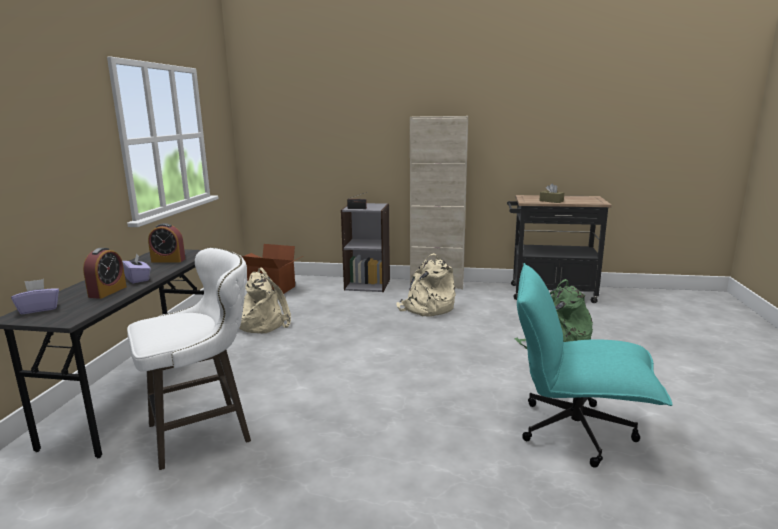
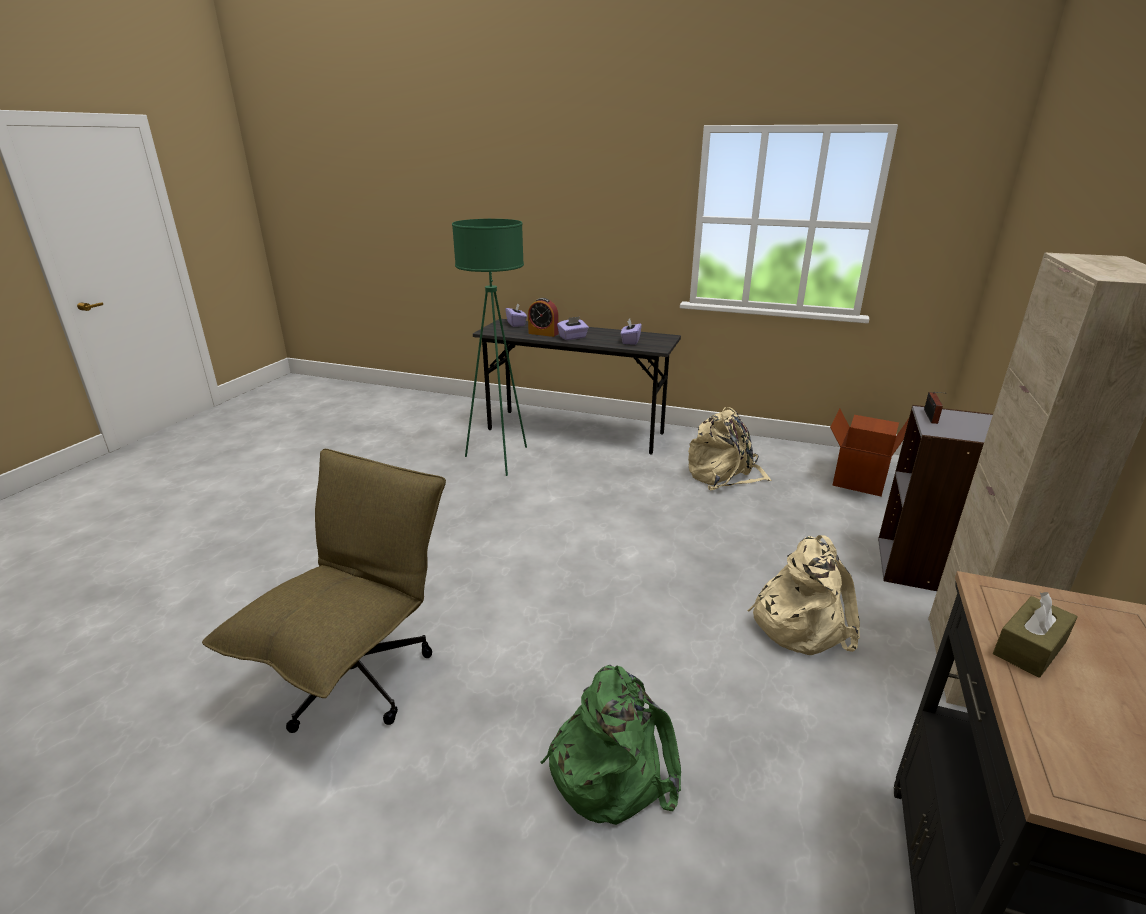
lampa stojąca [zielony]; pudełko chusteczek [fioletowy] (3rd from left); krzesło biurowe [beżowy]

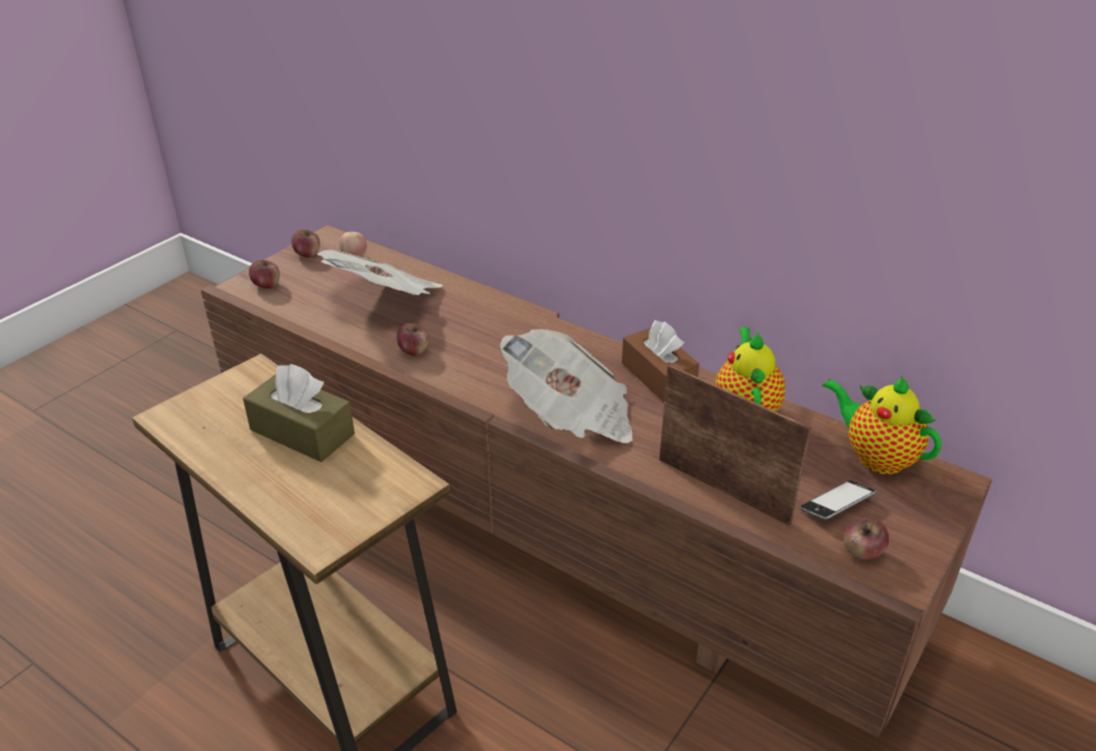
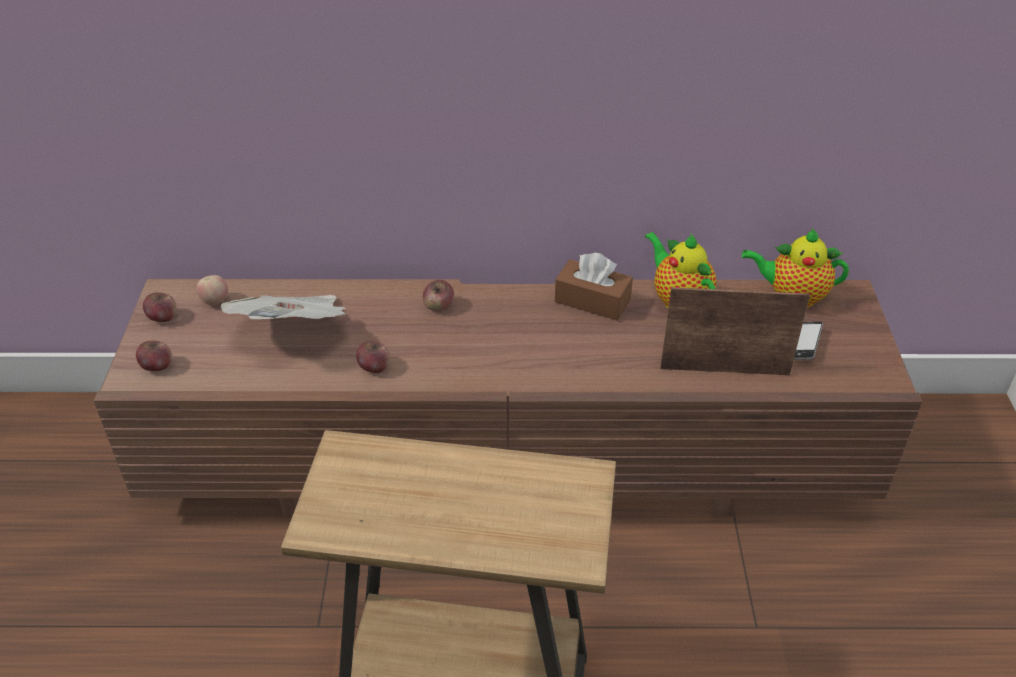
pudełko chusteczek [brązowy] (1st from left in the first image); gazeta (2nd from left in the first image); jabłko (5th from left)

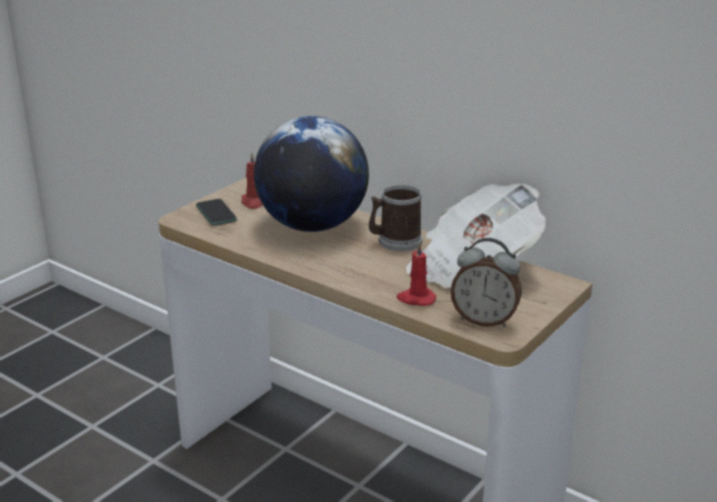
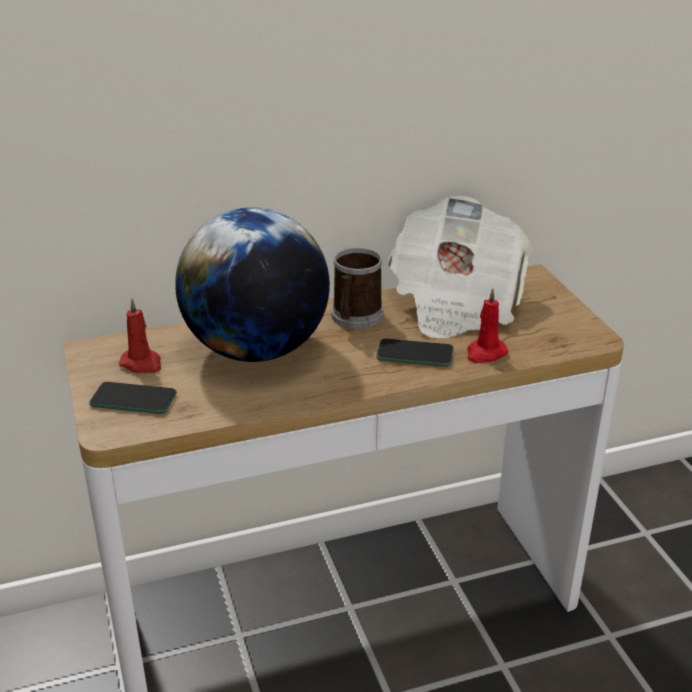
budzik; telefon (2nd from left)

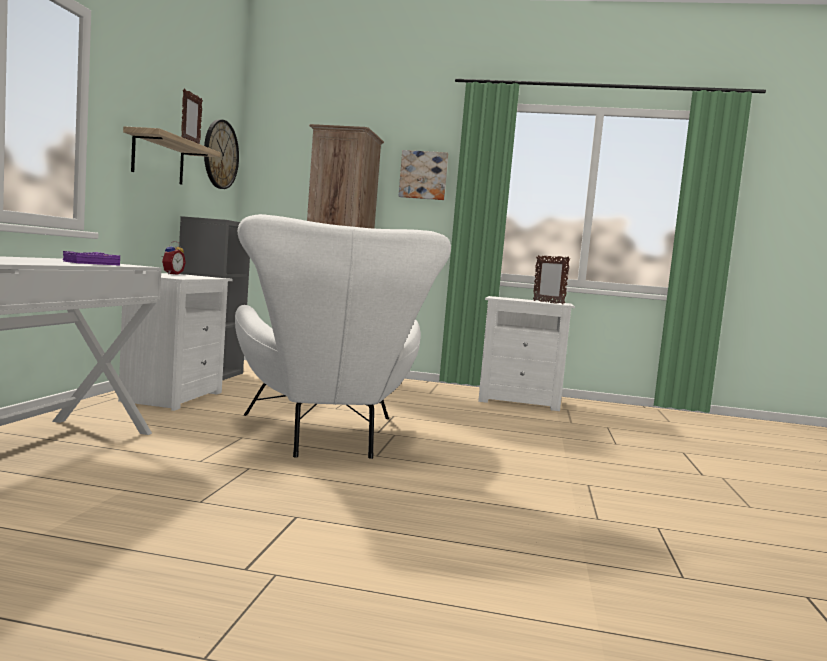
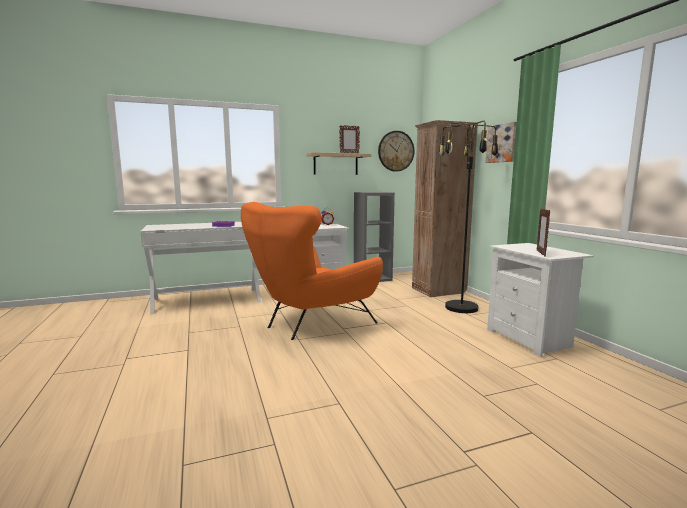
fotel [pomarańczowy]; lampa stojąca

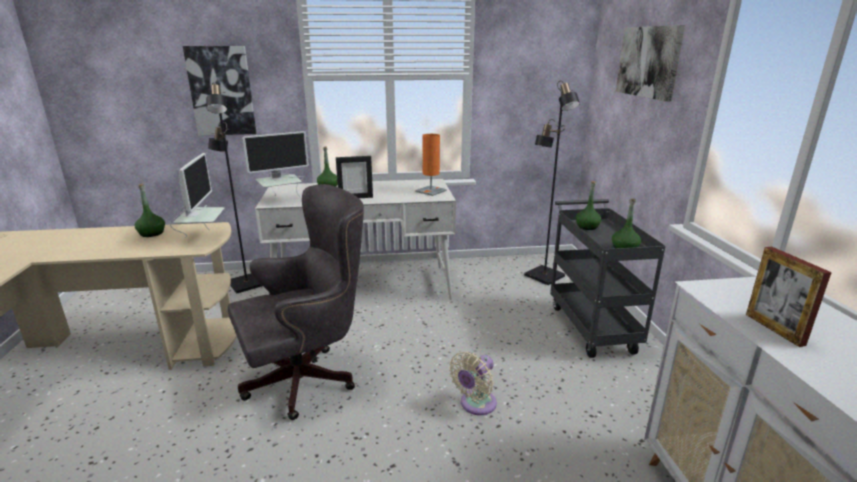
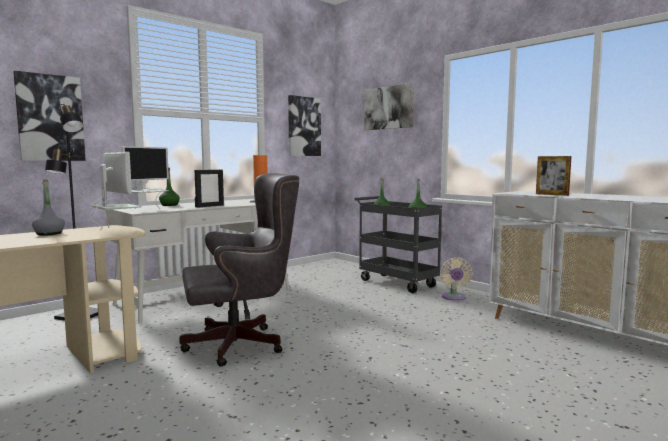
butelka [szary]; krzesło biurowe [szary]; wentylator [beżowy]; lampa stojąca [czarny] (2nd from left in the first image); obraz (2nd from left)

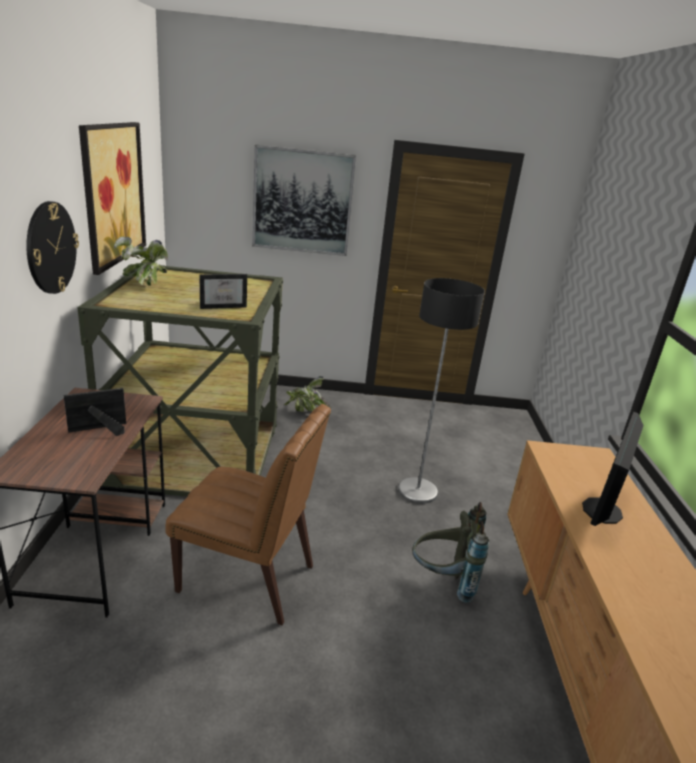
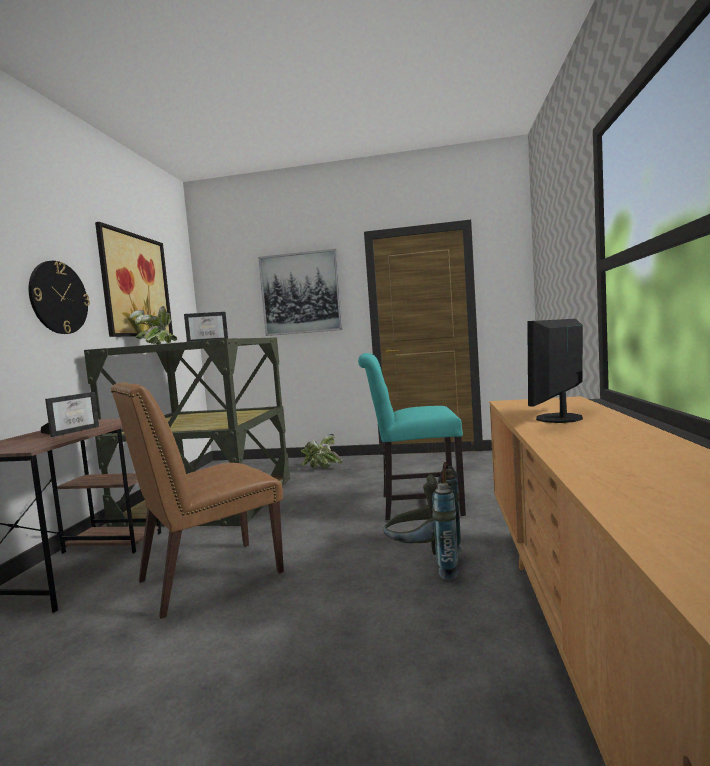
ramka na zdjęcie (1st from left); krzesło [brązowy]; krzesło [turkusowy]

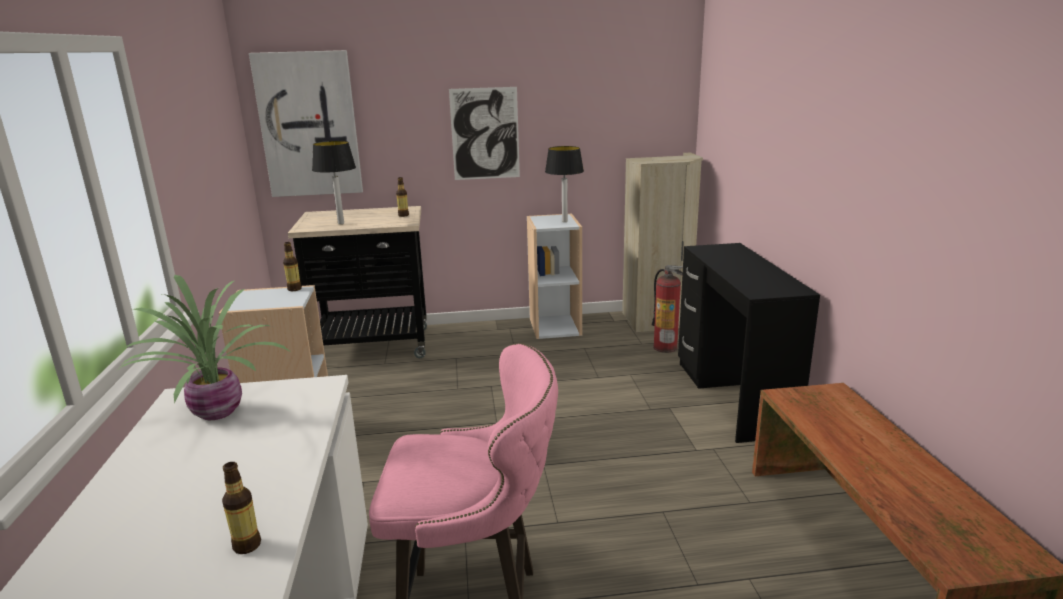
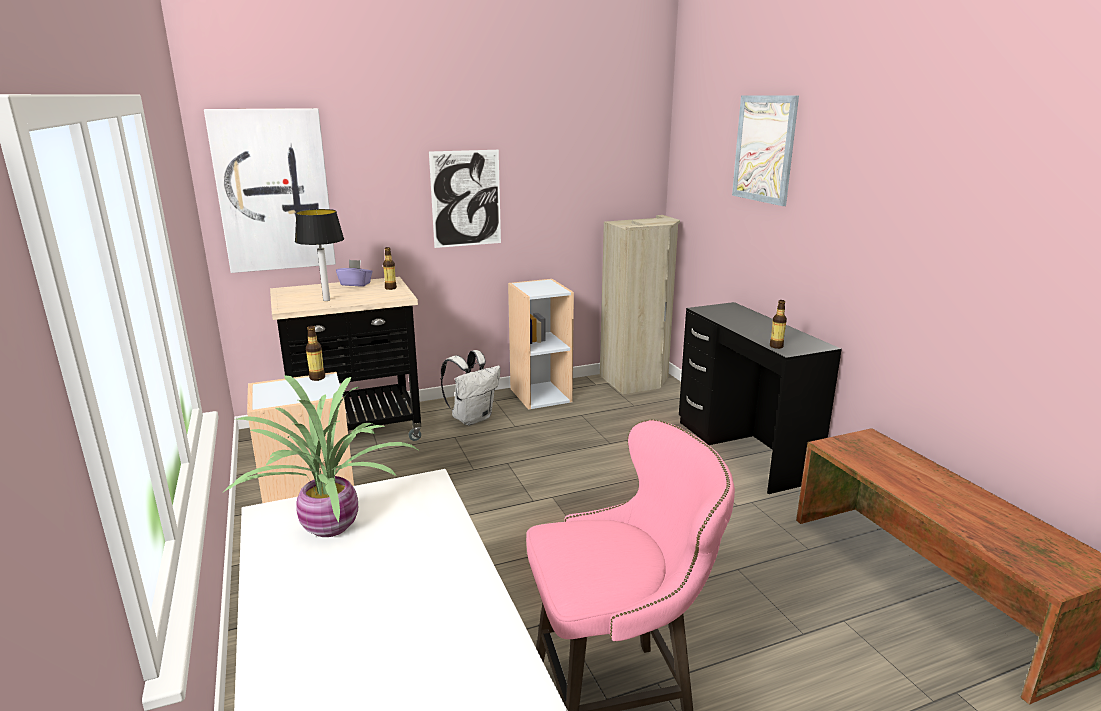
butelka (3rd from left); lampa stołowa (2nd from left in the first image); gaśnica; pudełko chusteczek [fioletowy]; plecak [biały]; obraz (3rd from left)

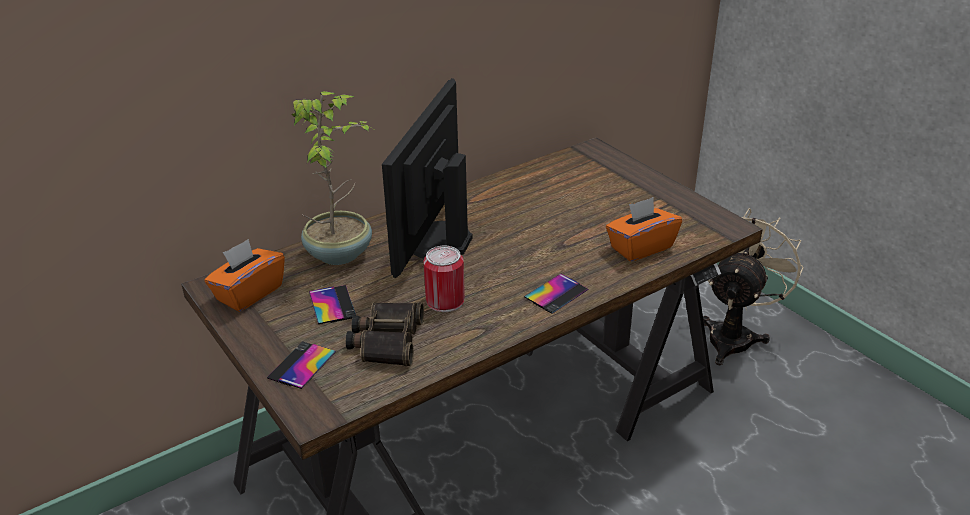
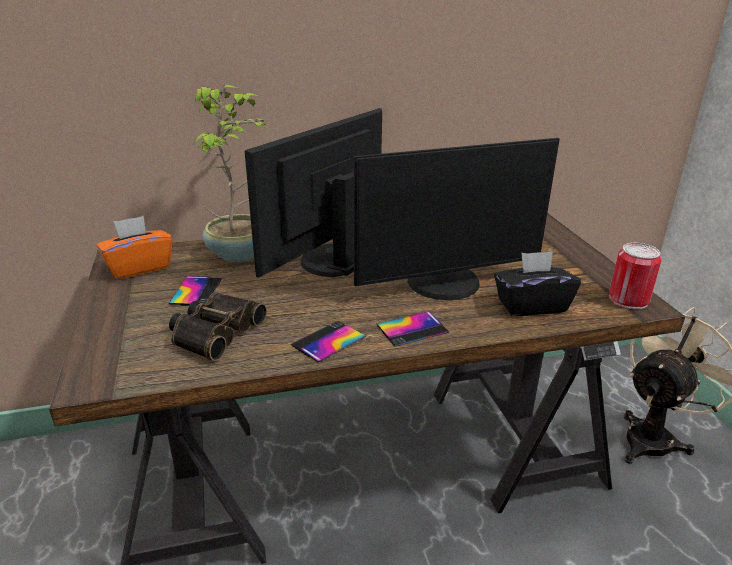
telefon (2nd from left); puszka; pudełko chusteczek [czarny]; monitor (2nd from left)

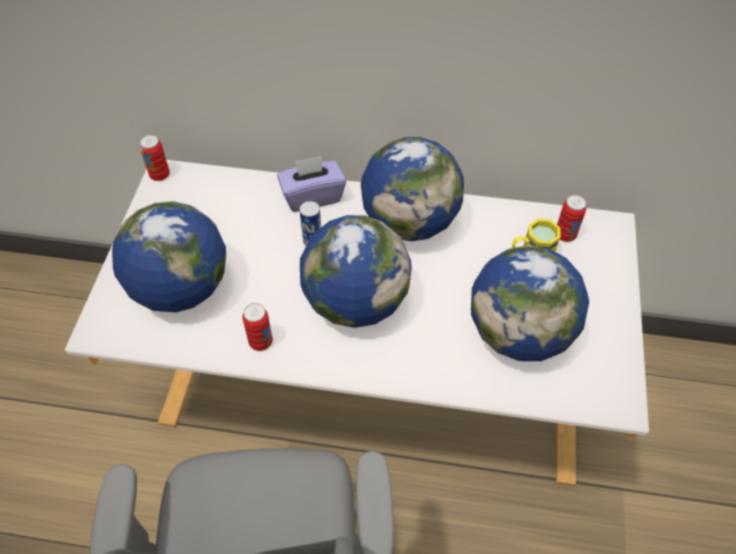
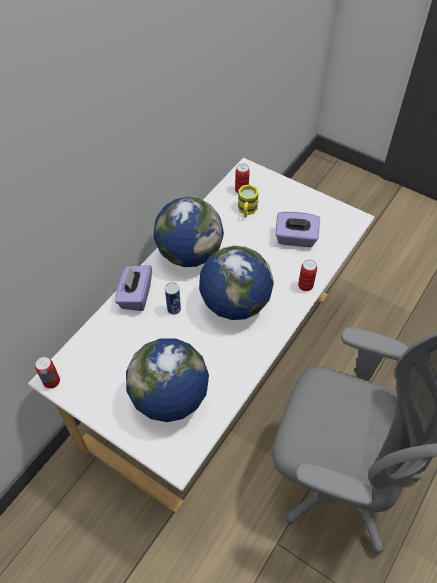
puszka (4th from left); pudełko chusteczek [fioletowy] (2nd from left)

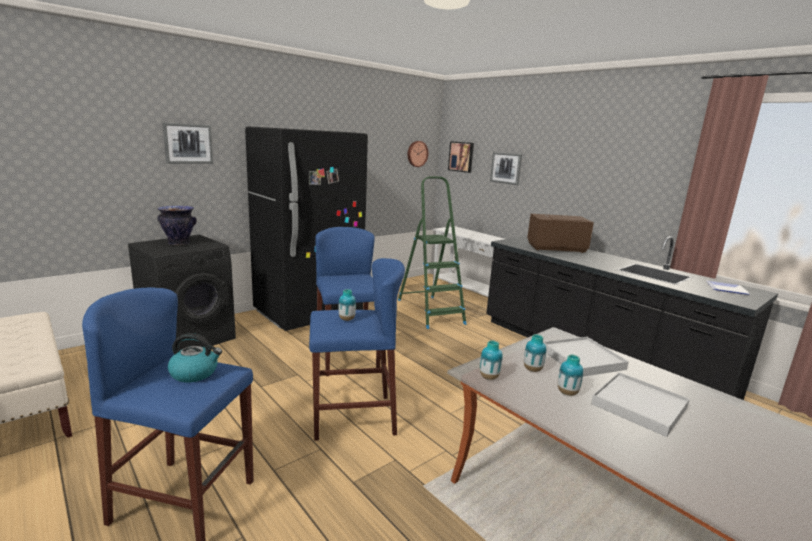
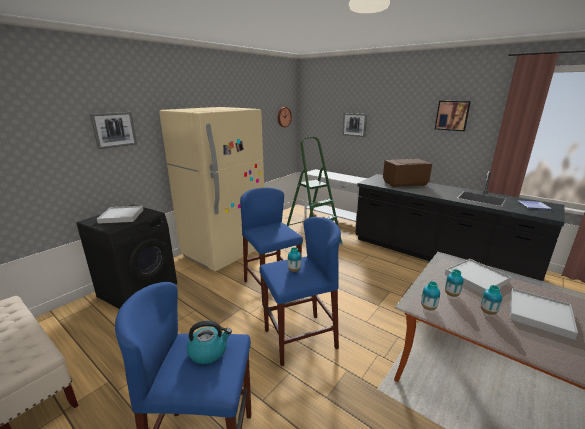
taca [biały] (1st from left); lodówka [beżowy]; obraz (3rd from left)

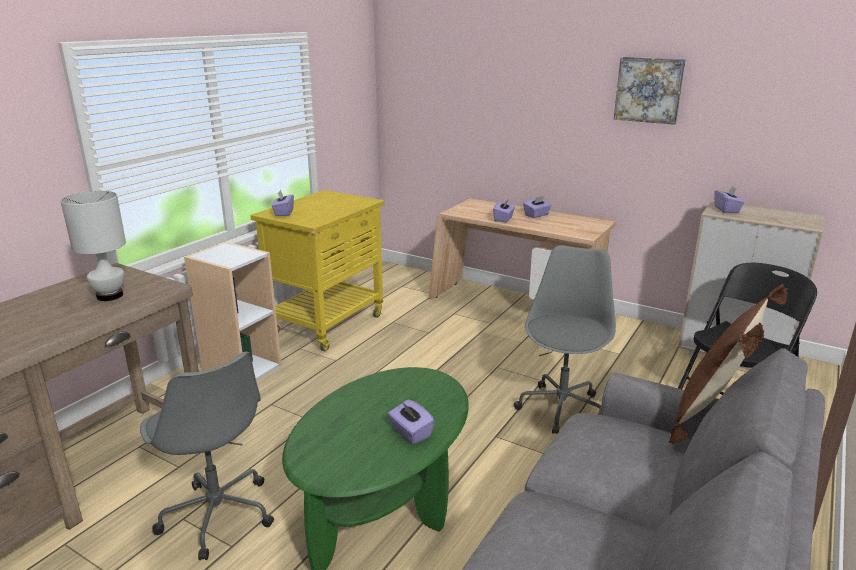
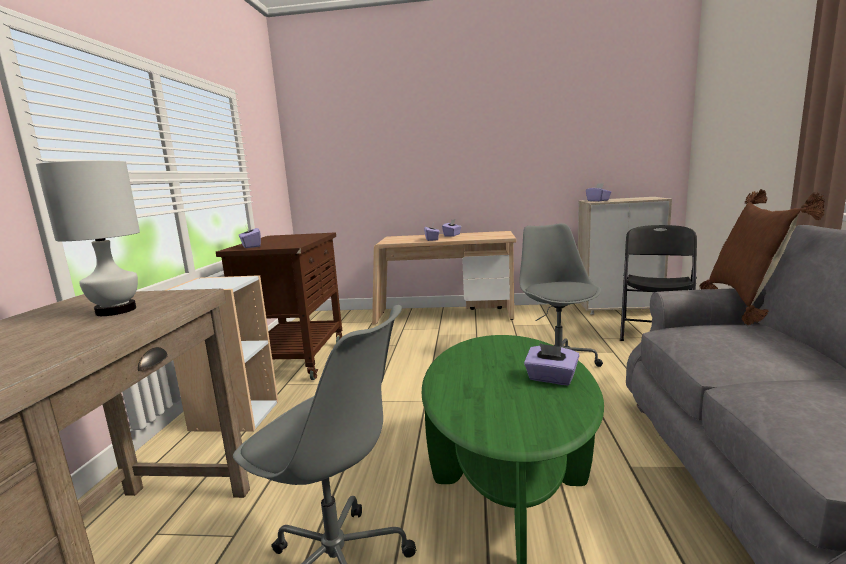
wózek [brązowy]; obraz

